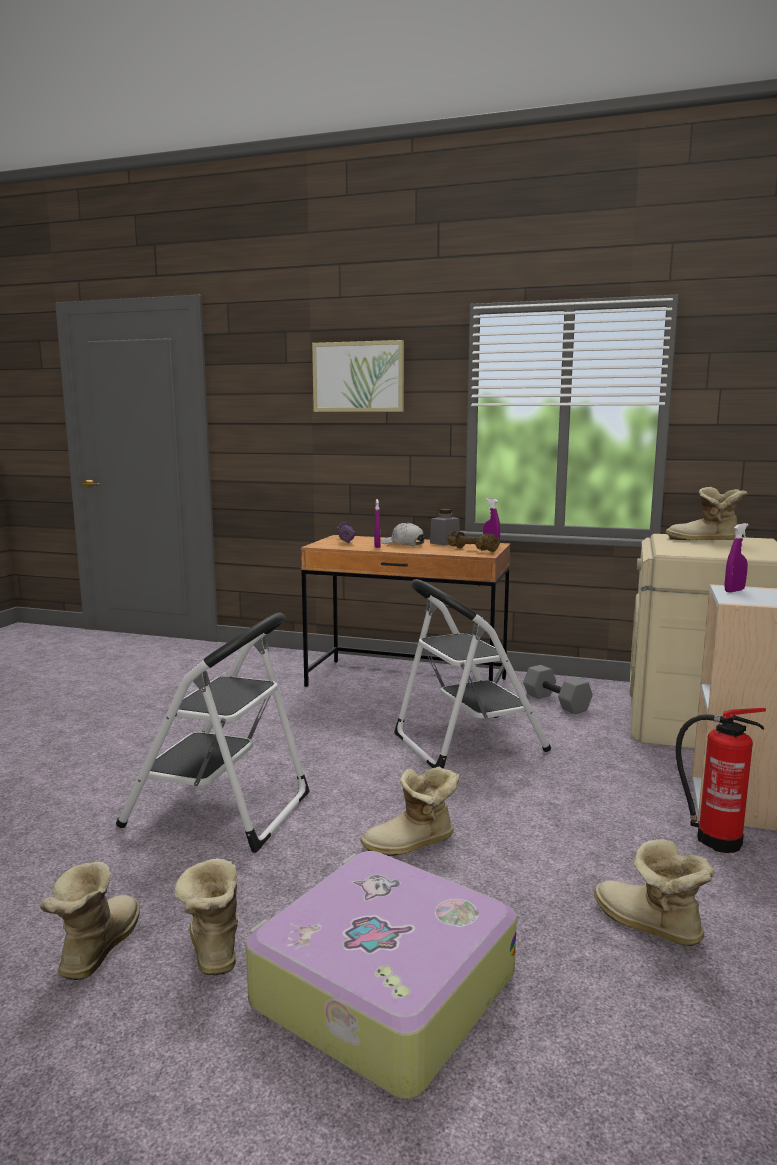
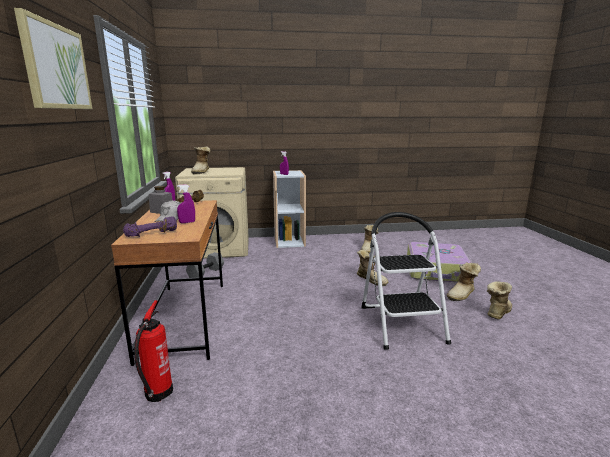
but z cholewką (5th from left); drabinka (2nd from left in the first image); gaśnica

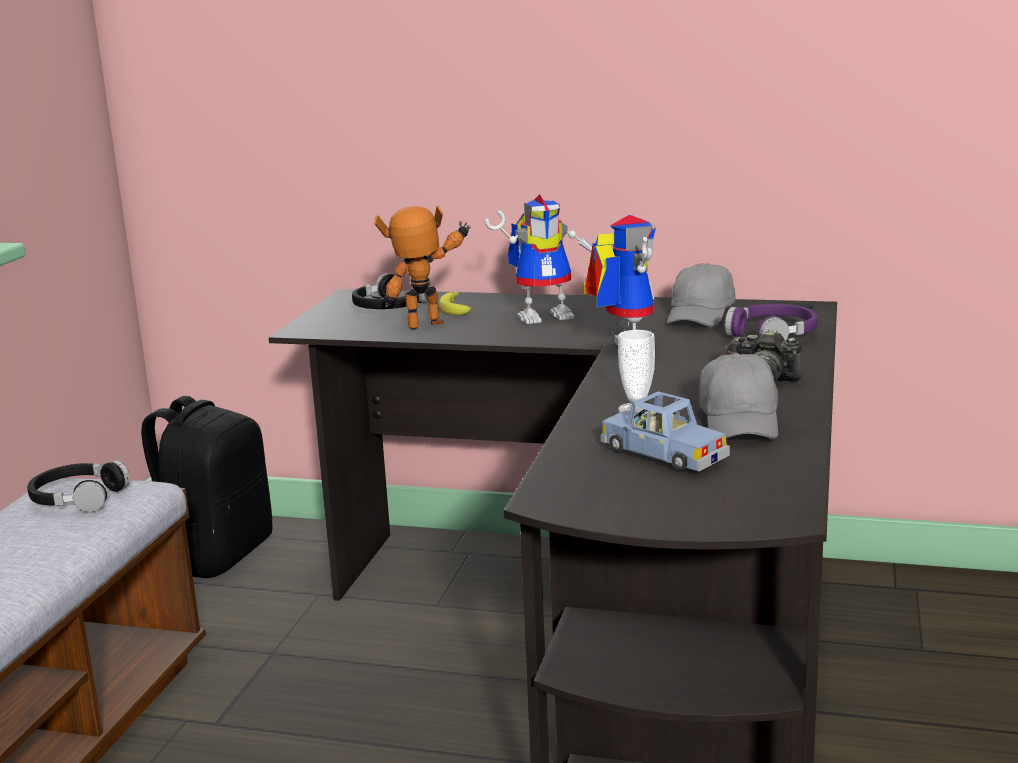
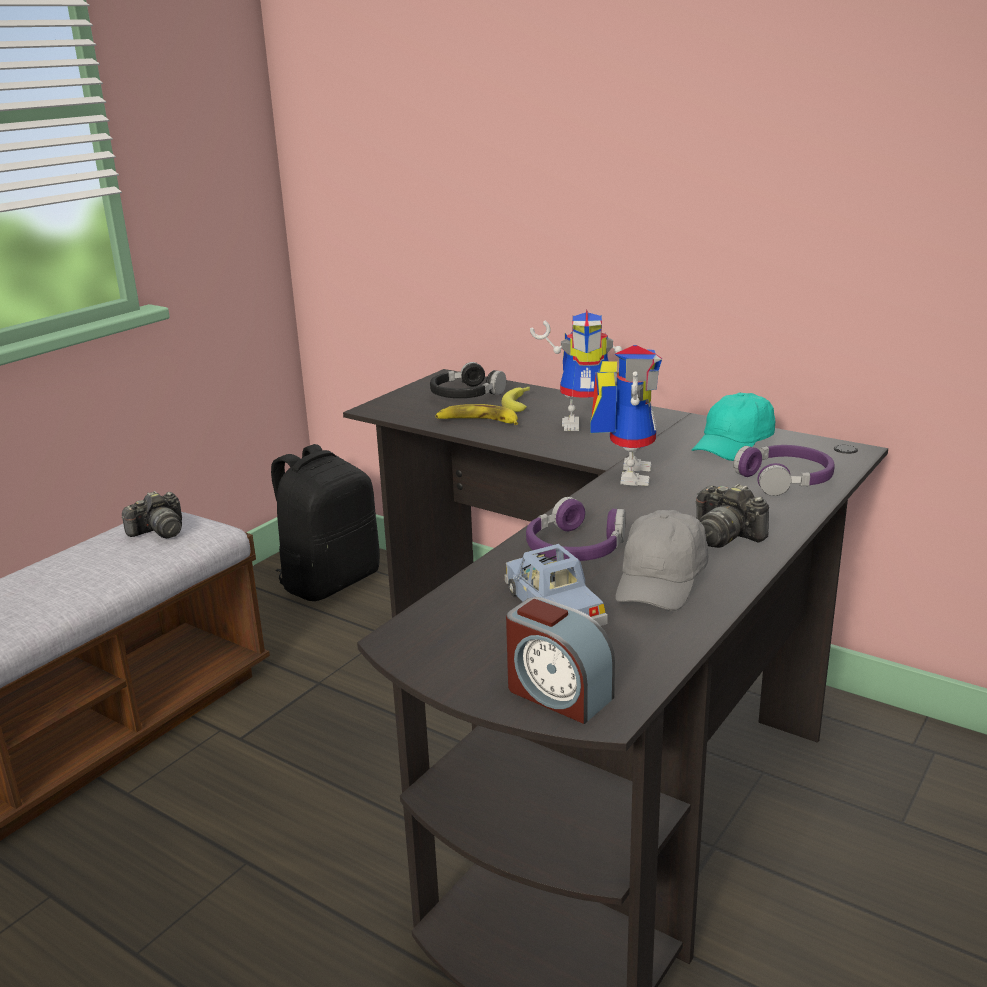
aparat fotograficzny (1st from left); banan (1st from left); słuchawki [fioletowy] (1st from left); czapka z daszkiem [turkusowy]; budzik

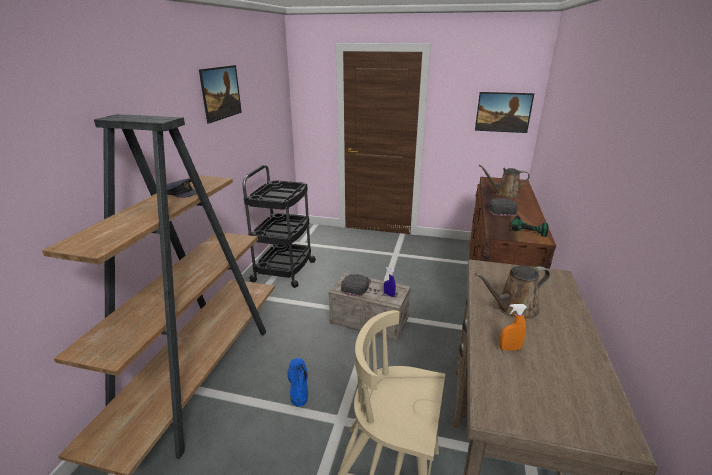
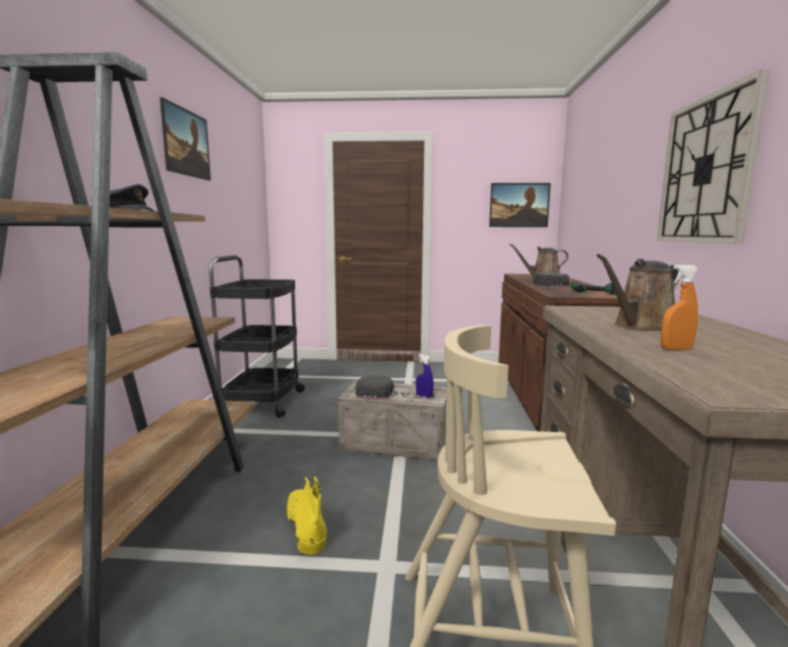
but z cholewką [żółty]; zegar ścienny

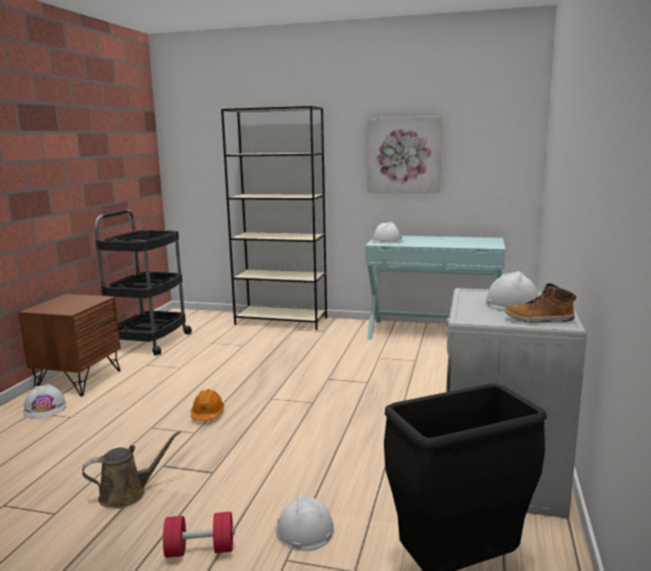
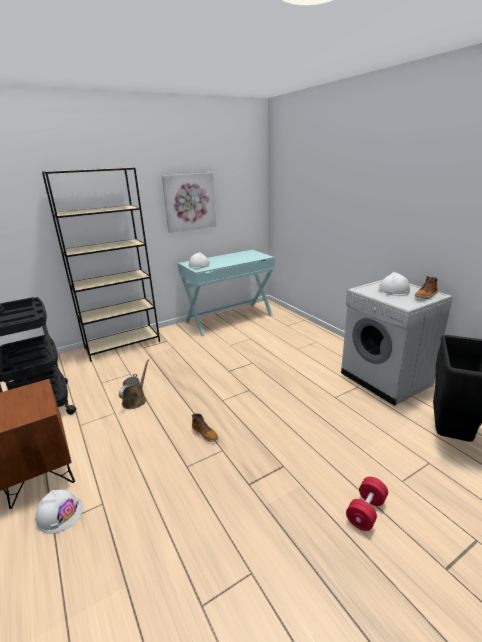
konewka [brązowy]; but z cholewką (1st from left); kask [biały] (2nd from left in the first image)

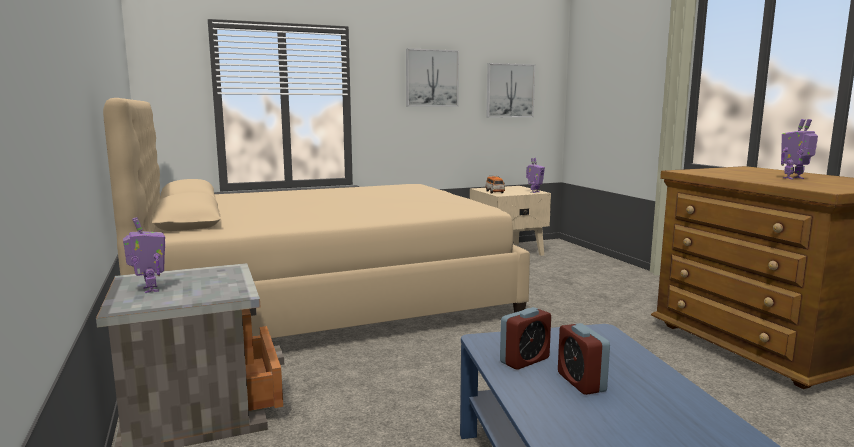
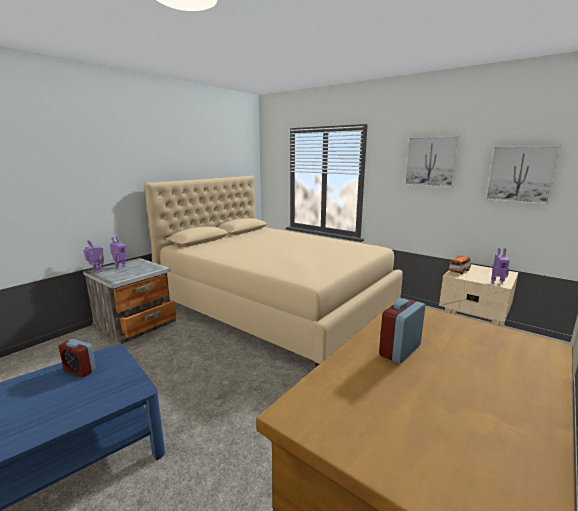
budzik (2nd from left); robot zabawkowy (1st from left)

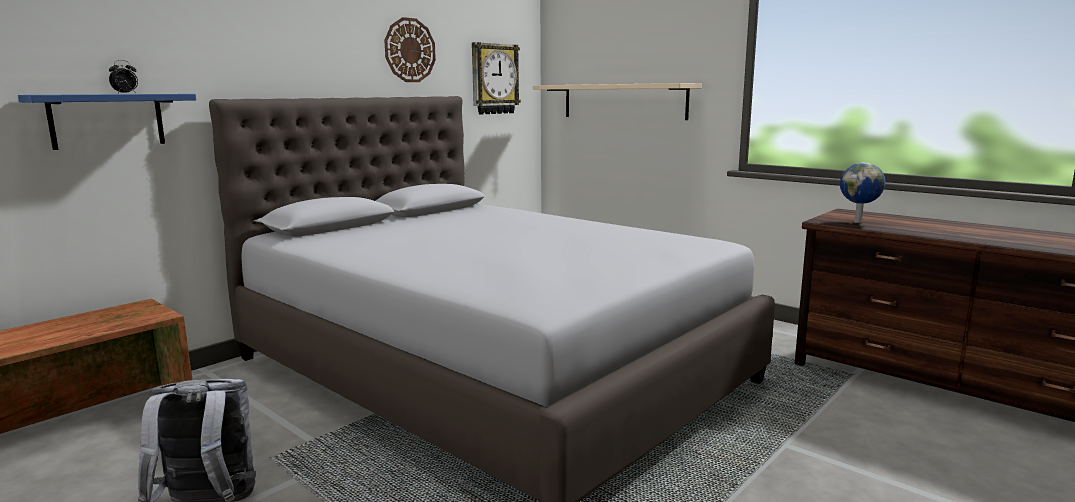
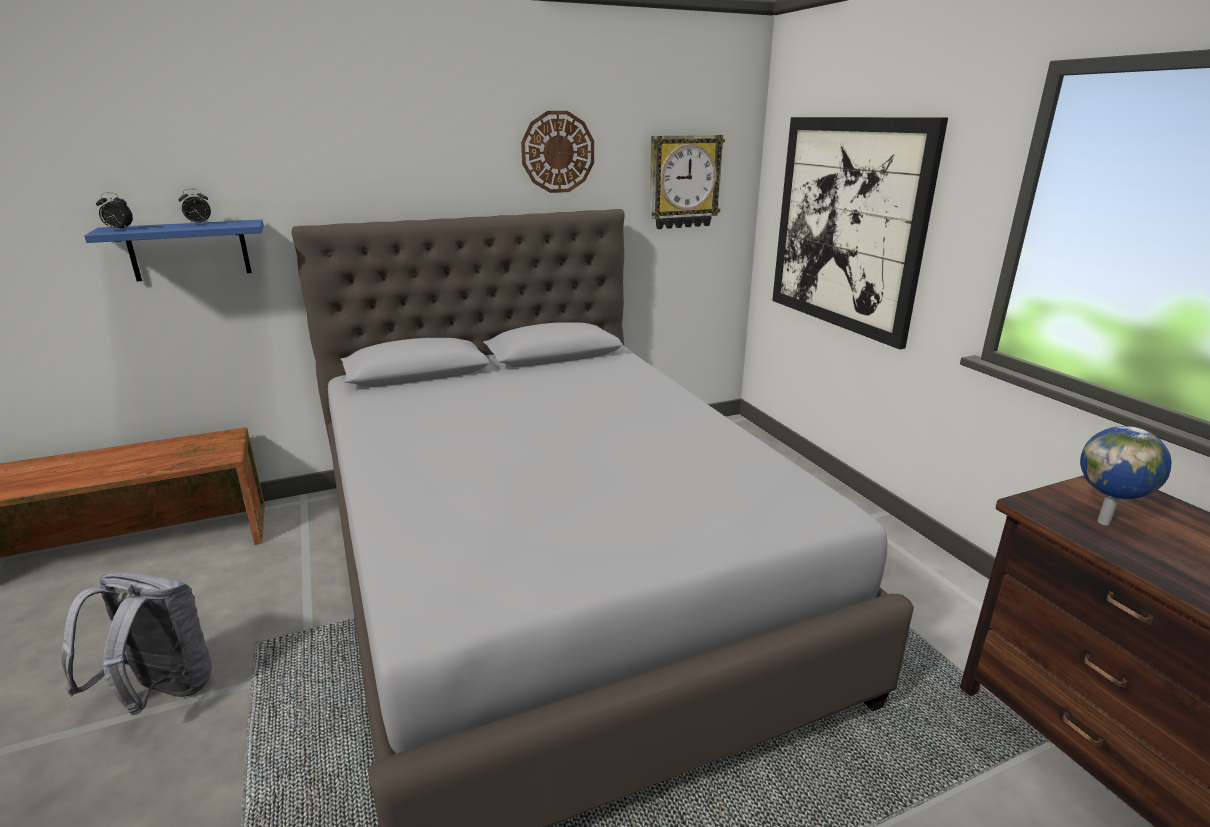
obraz; budzik (1st from left)

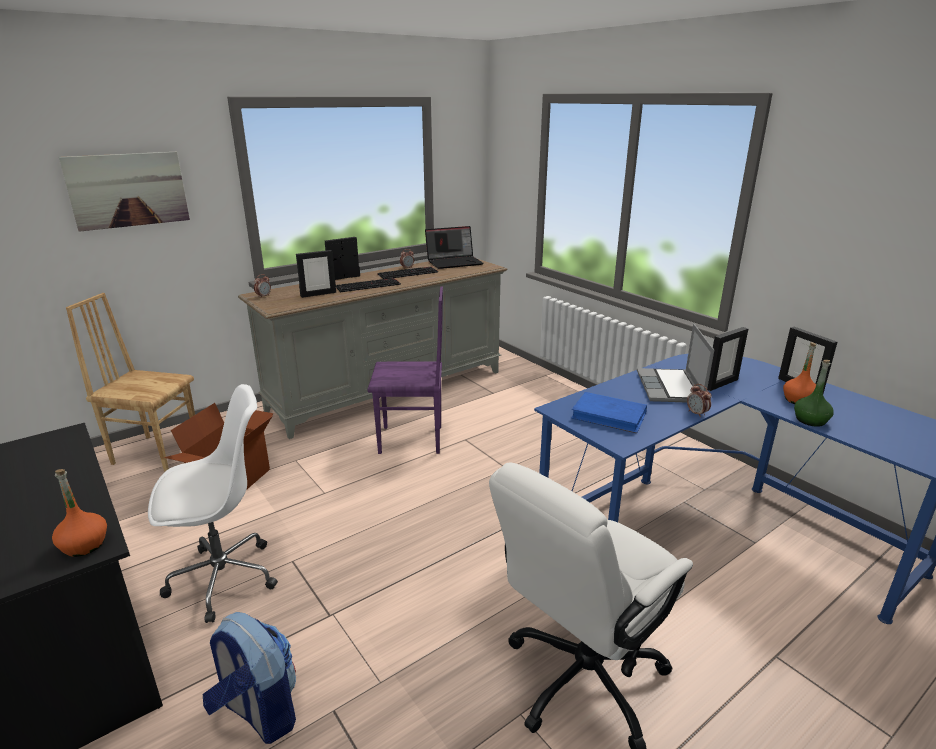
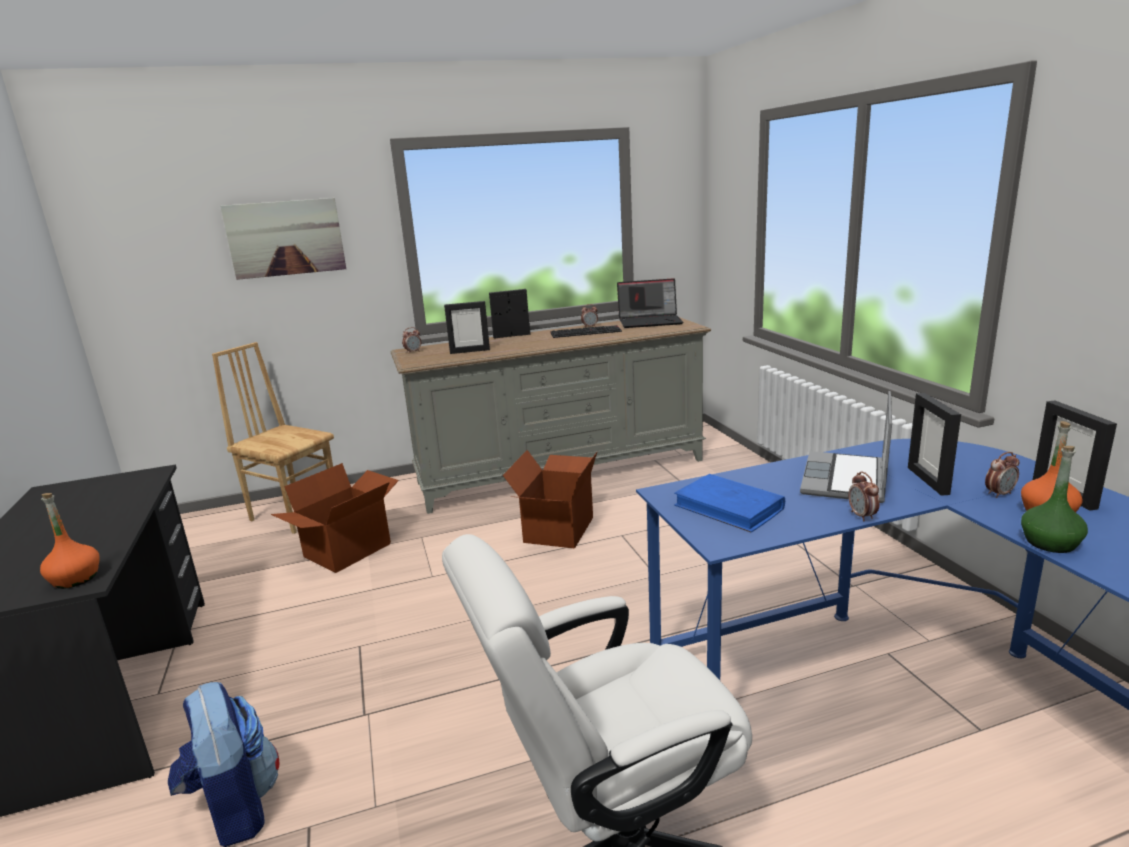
krzesło biurowe [biały] (1st from left in the first image); klawiatura (1st from left in the first image); karton (2nd from left); ramka na zdjęcie (3rd from left); budzik (4th from left)

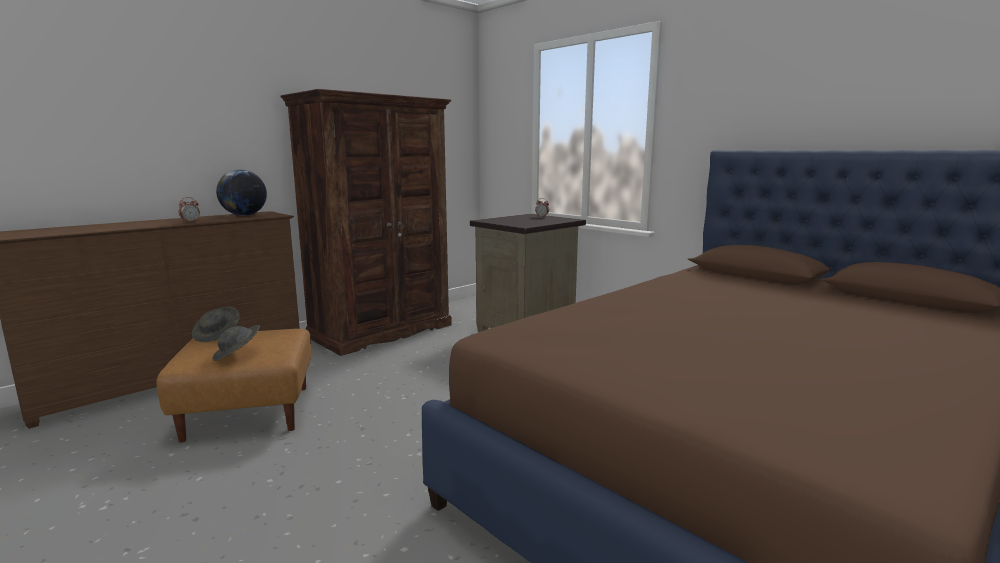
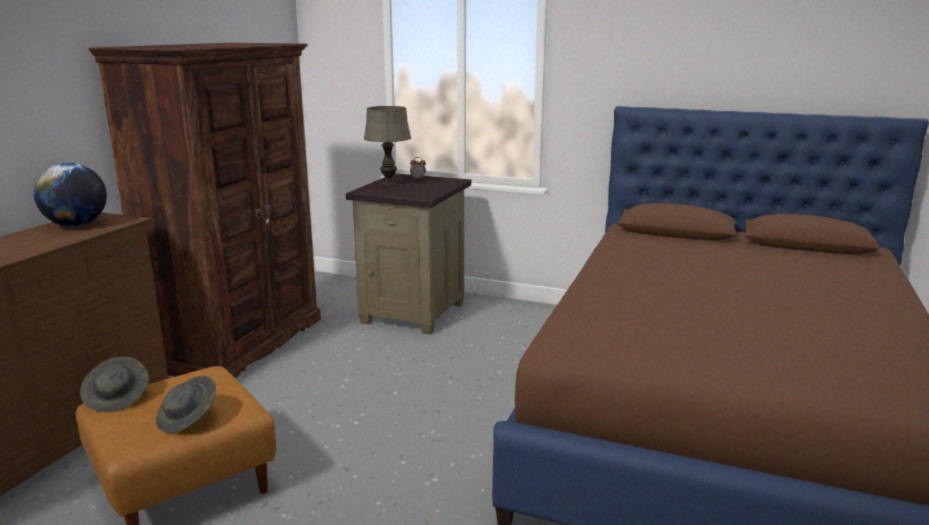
budzik (1st from left in the first image); lampa stołowa [szary]

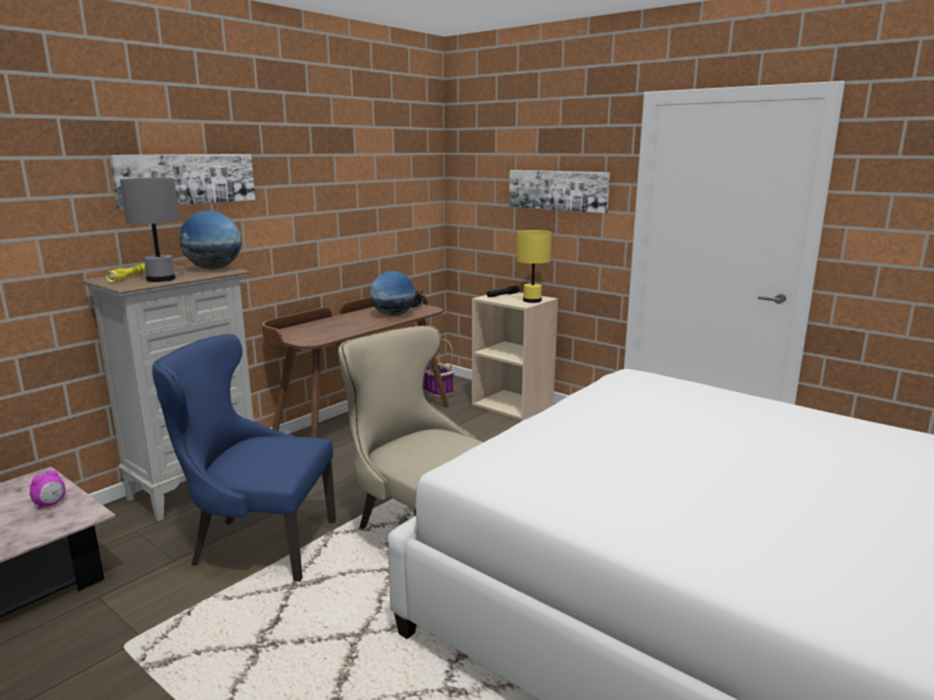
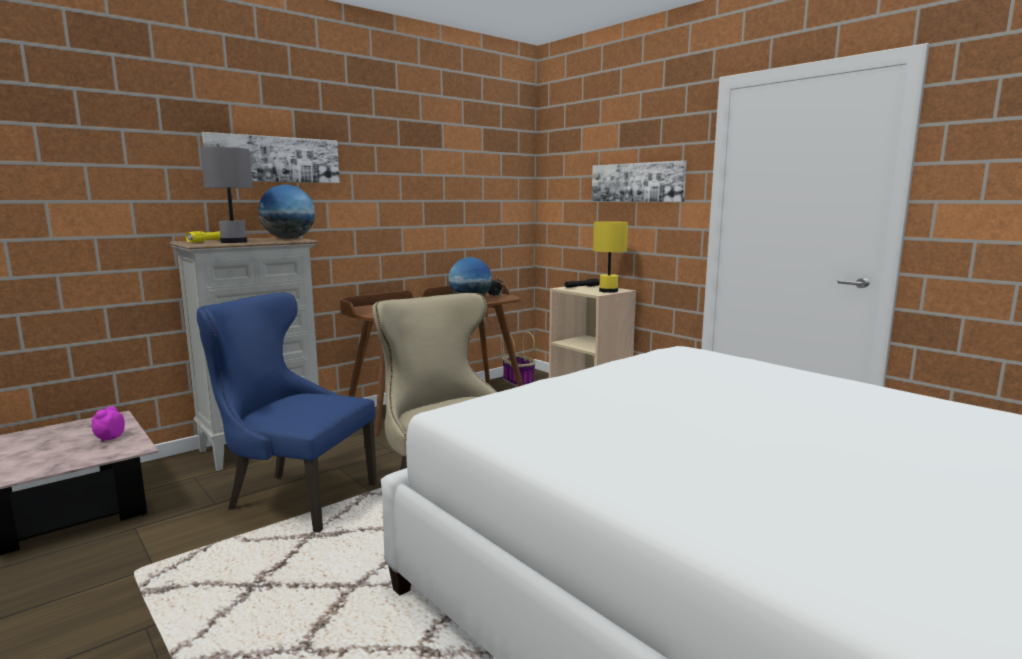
budzik (1st from left)

